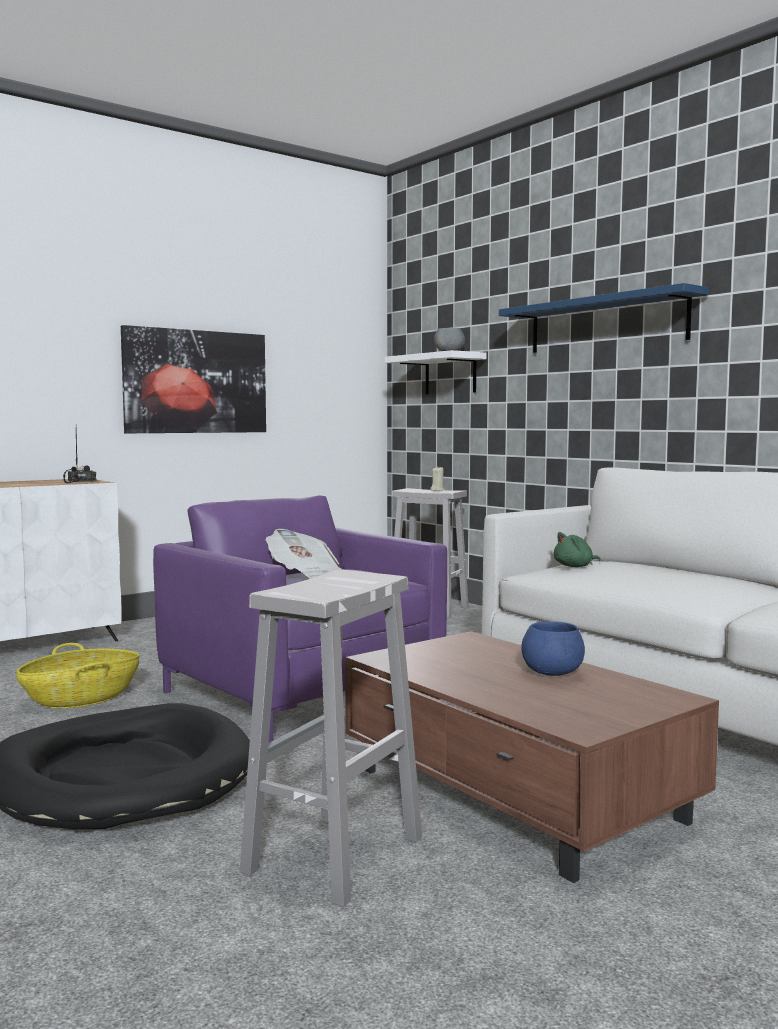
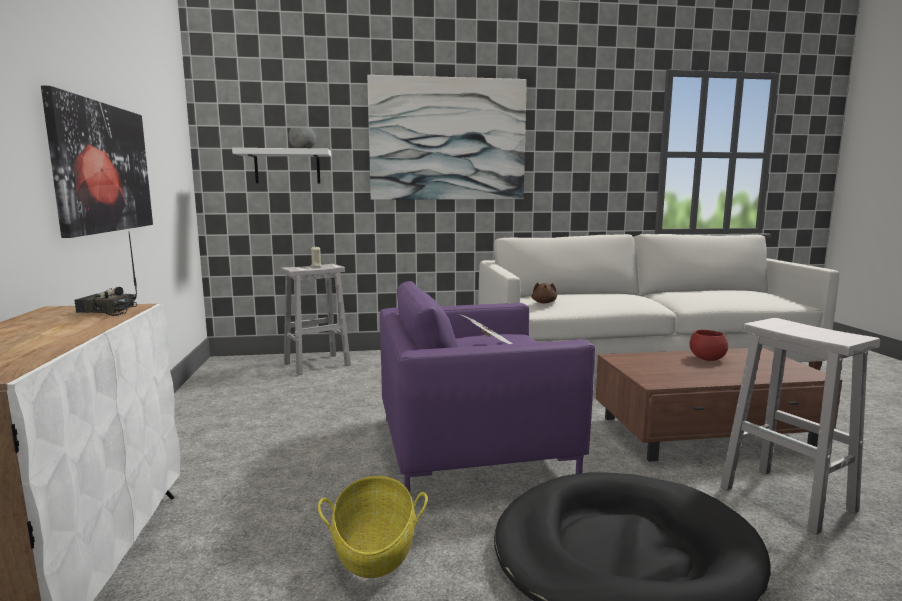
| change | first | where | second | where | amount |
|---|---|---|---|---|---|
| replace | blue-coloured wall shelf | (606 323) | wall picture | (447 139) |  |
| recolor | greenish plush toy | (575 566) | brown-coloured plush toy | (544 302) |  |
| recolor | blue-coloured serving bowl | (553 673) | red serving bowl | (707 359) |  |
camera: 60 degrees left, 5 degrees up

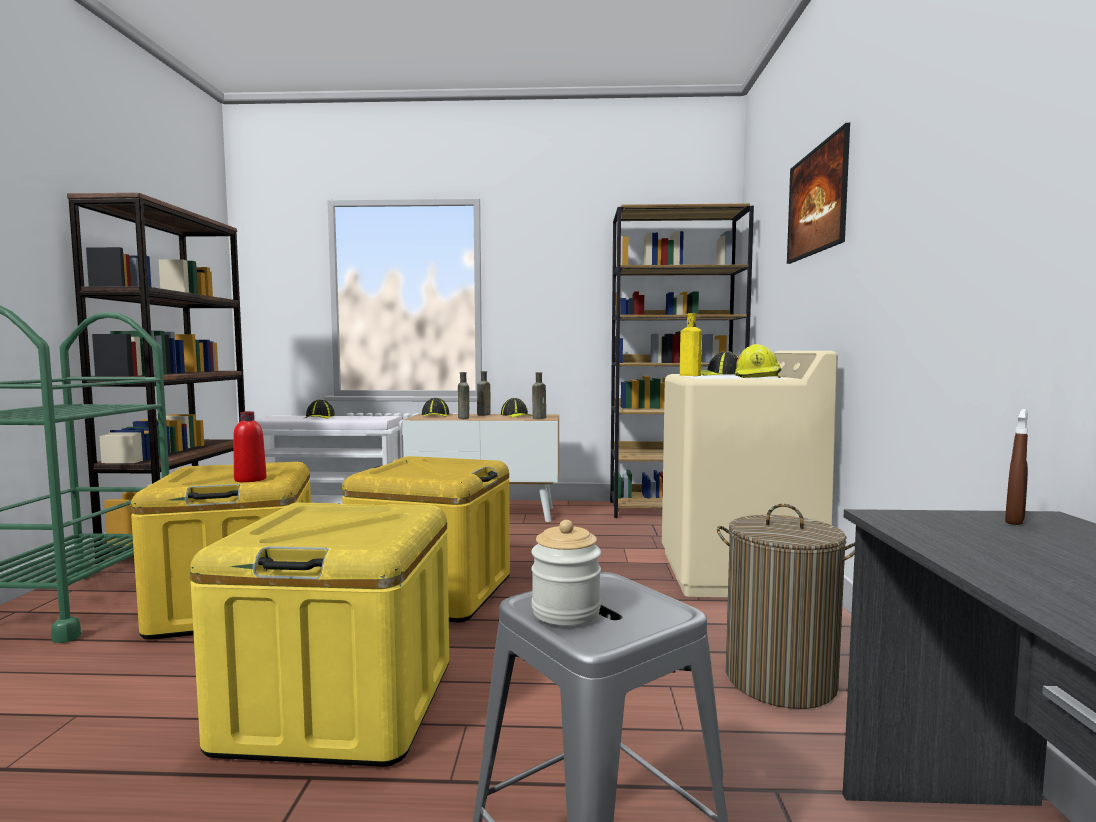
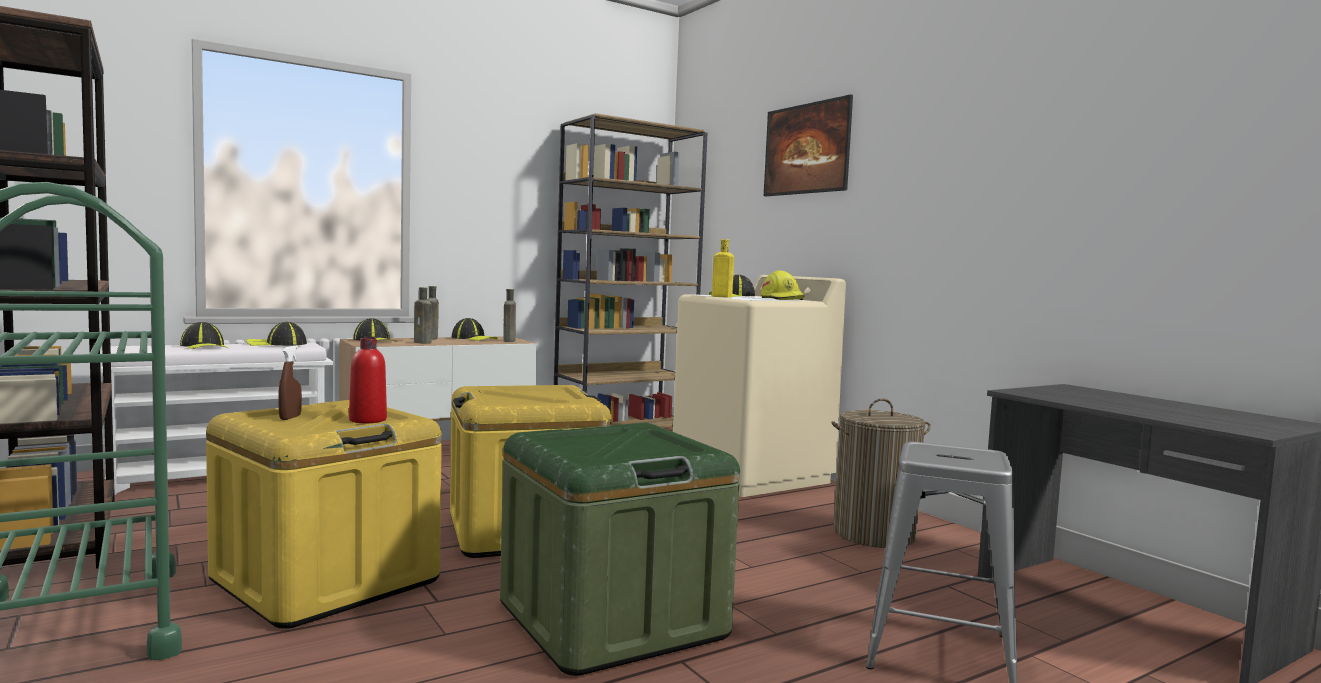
| change | first | where | second | where | amount |
|---|---|---|---|---|---|
| move | brown-coloured sprayer | (1014 521) |  | (290 417) |  |
| recolor | yellow storage bin | (340 704) | greenish storage bin | (612 619) |  |
| delete | jar | (566 611) |  |  |  |
| insert |  |  | baseball cap | (277 344) |  |
camera: 35 degrees left, 0 degrees up

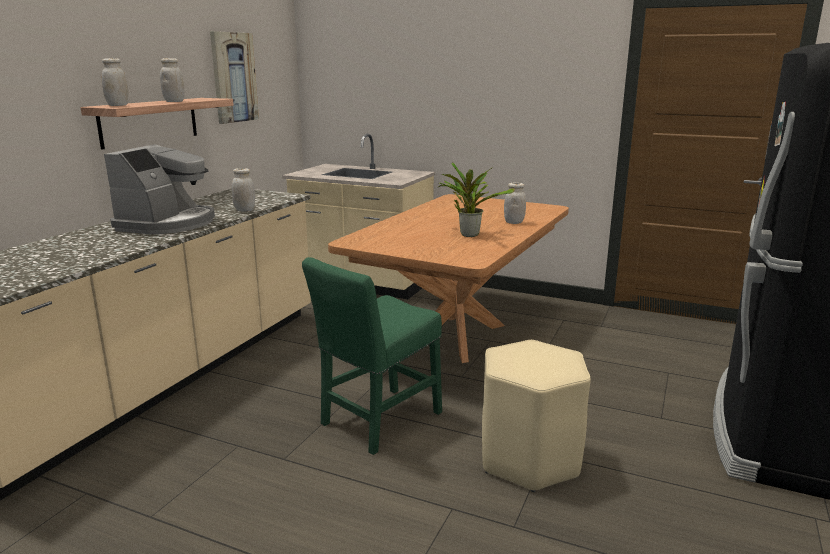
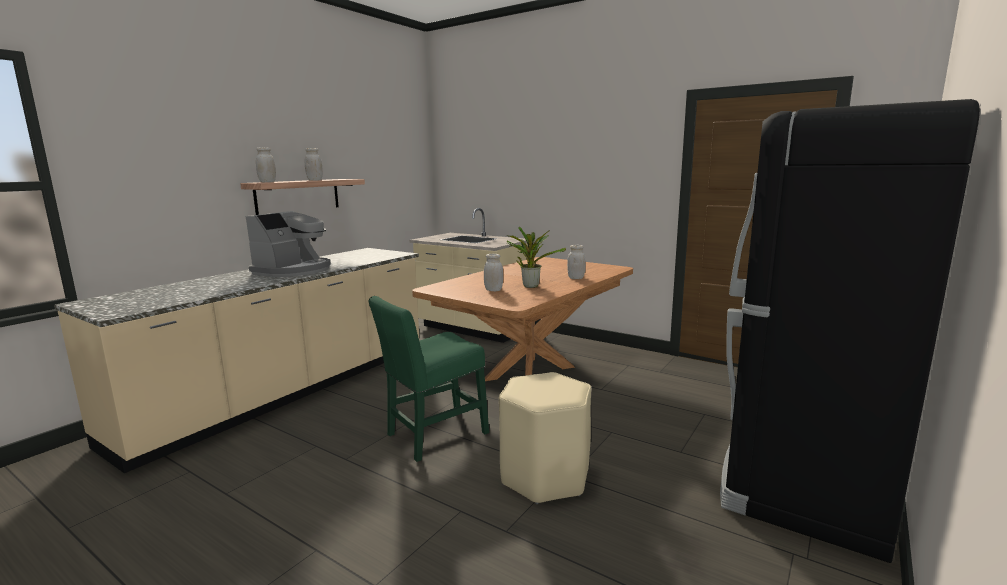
| change | first | where | second | where | amount |
|---|---|---|---|---|---|
| delete | wall picture | (233 77) |  |  |  |
| move | whitish jar | (244 210) |  | (493 290) |  |
camera: 10 degrees right, 5 degrees down

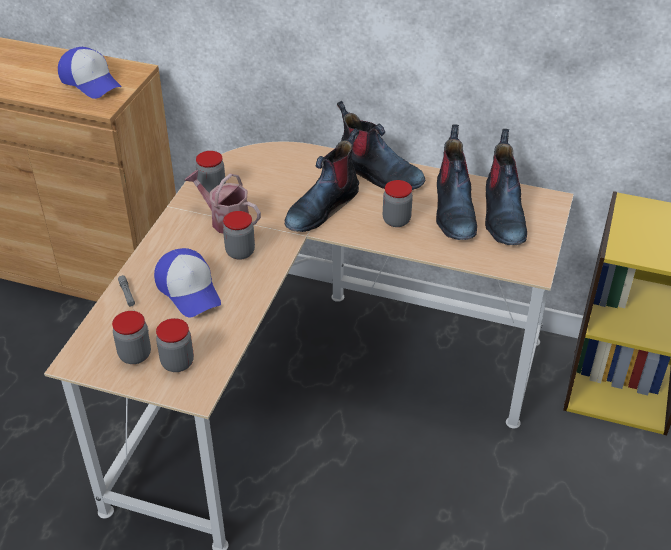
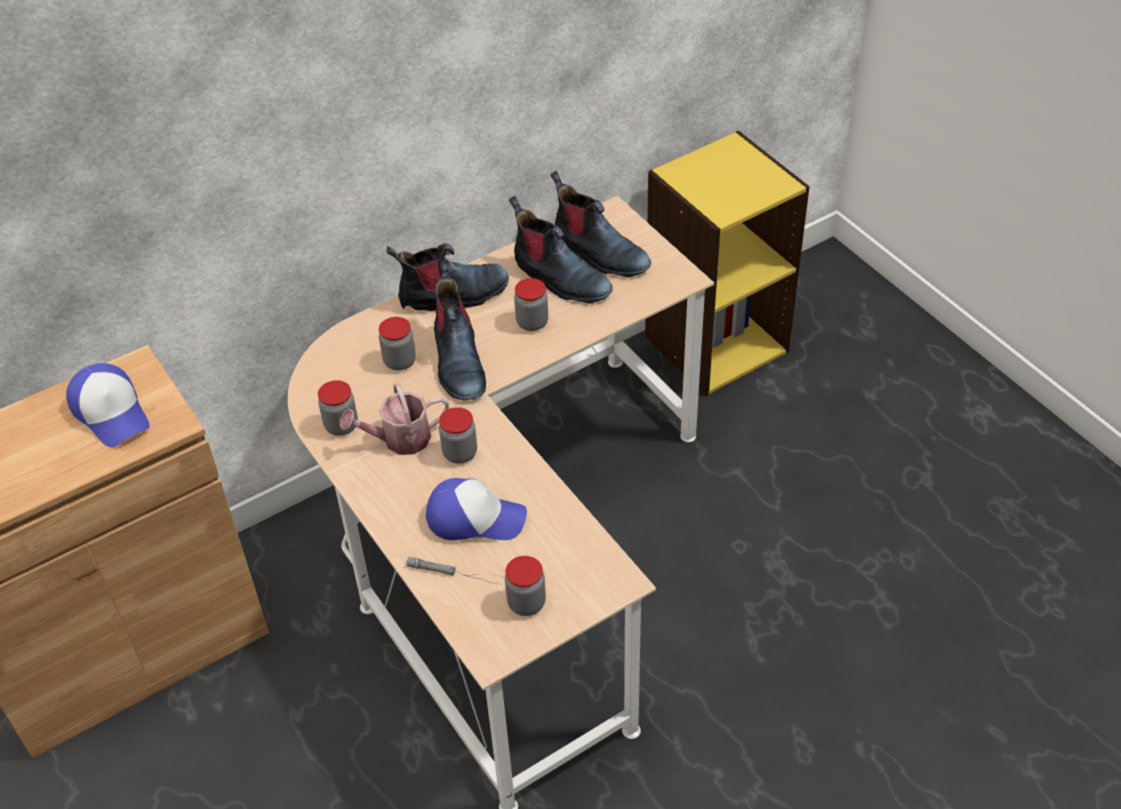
| change | first | where | second | where | amount |
|---|---|---|---|---|---|
| rotate | baseball cap | (91 81) |  | (112 412) | 60 degrees clockwise |
| move | jar | (177 363) |  | (400 361) |  |
camera: 50 degrees left, 5 degrees up

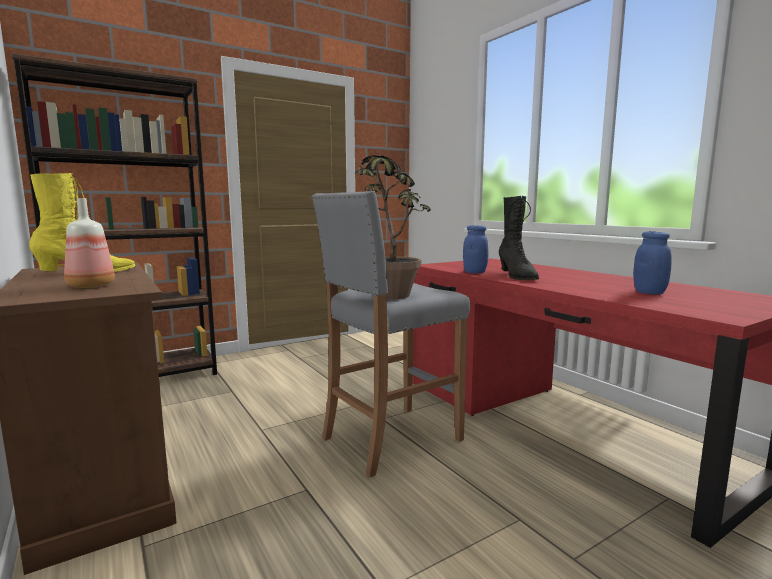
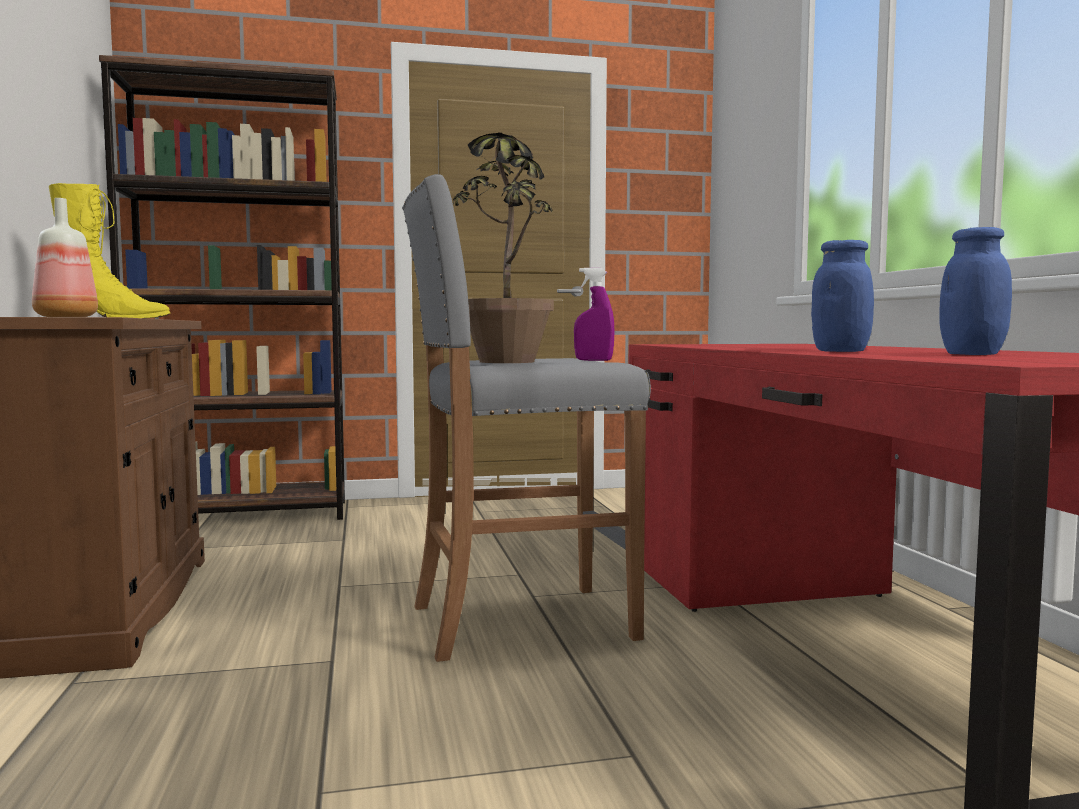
| change | first | where | second | where | amount |
|---|---|---|---|---|---|
| delete | black-coloured tall boot | (517 276) |  |  |  |
| move | blue-coloured jar | (474 272) |  | (840 351) |  |
| insert |  |  | purple sprayer | (593 360) |  |
camera: 20 degrees right, 5 degrees down

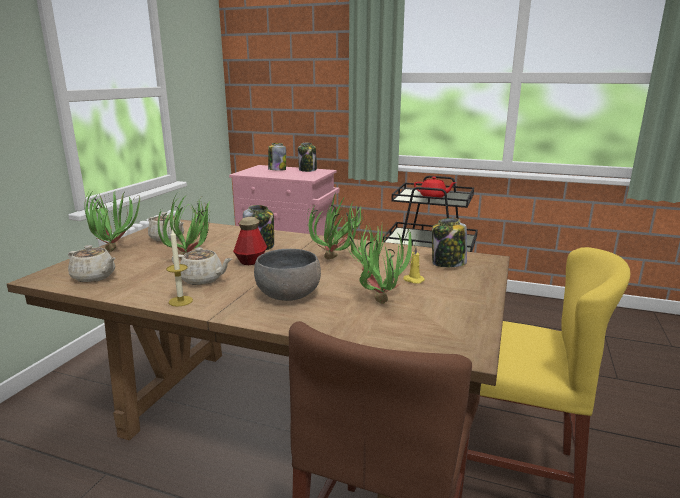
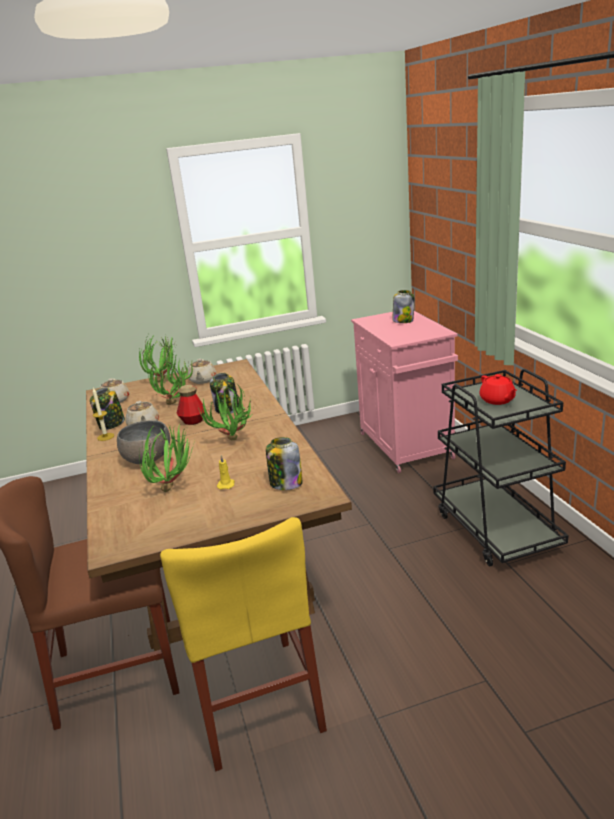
| change | first | where | second | where | amount |
|---|---|---|---|---|---|
| move | jar | (307 170) |  | (111 424) |  |
camera: 55 degrees right, 5 degrees up

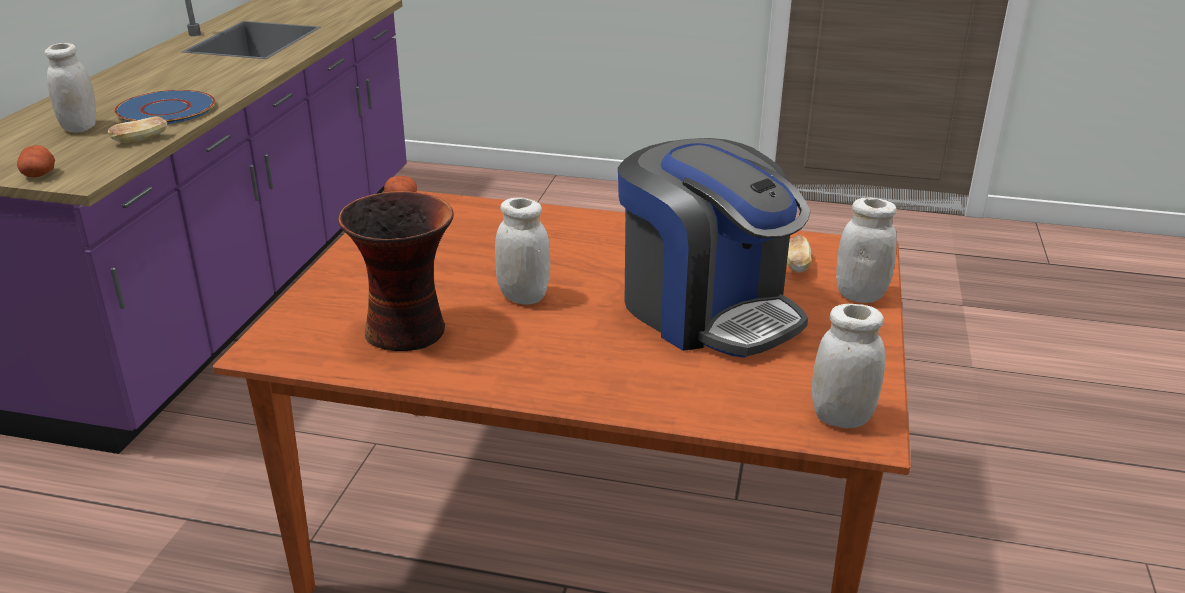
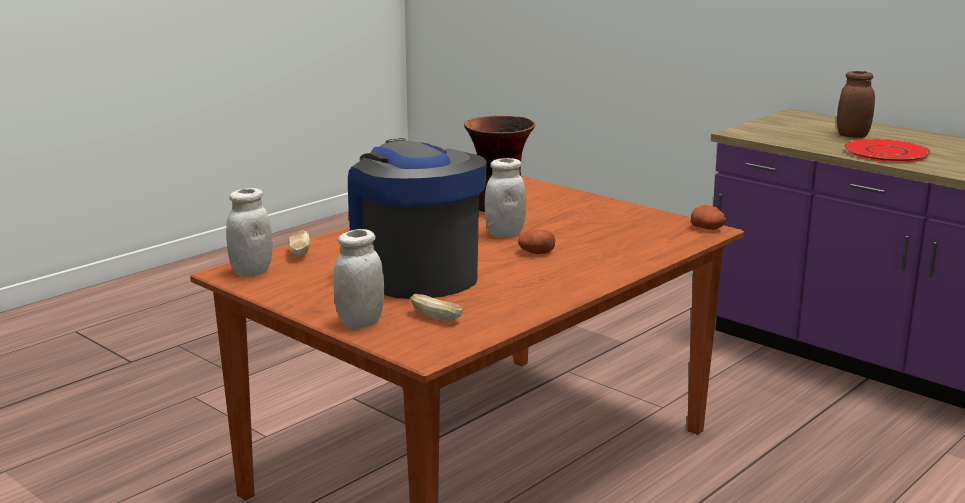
| change | first | where | second | where | amount |
|---|---|---|---|---|---|
| recolor | whitish jar | (80 128) | brown-coloured jar | (852 136) |  |
| recolor | blue-coloured plate | (166 110) | red plate | (885 152) |  |
| move | bread | (140 140) |  | (299 253) |  |
| rotate | coffee machine | (707 310) |  | (415 273) | 75 degrees clockwise |
| move | potato | (39 174) |  | (535 252) |  |
camera: 120 degrees right, 10 degrees down

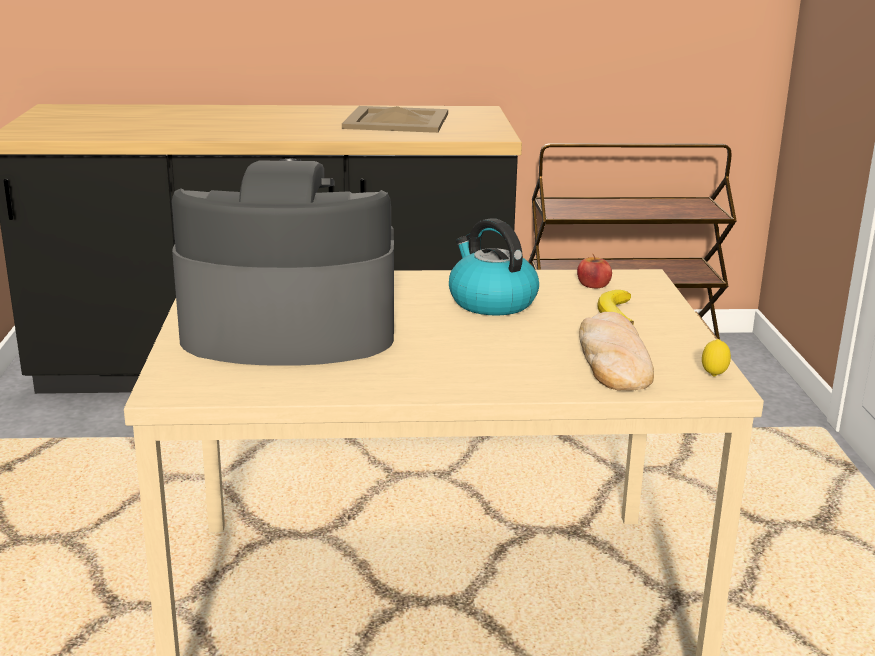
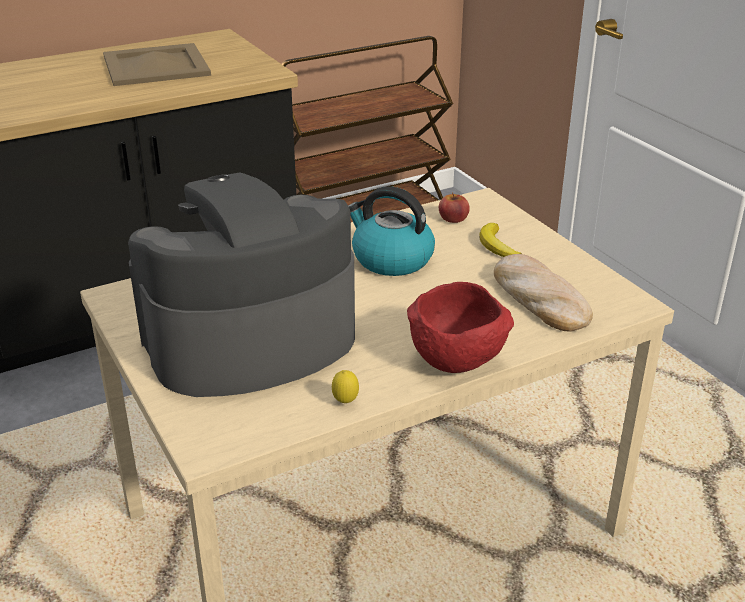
| change | first | where | second | where | amount |
|---|---|---|---|---|---|
| move | lemon | (713 376) |  | (345 402) |  |
| insert |  |  | red serving bowl | (458 361) |  |
camera: 25 degrees left, 10 degrees up

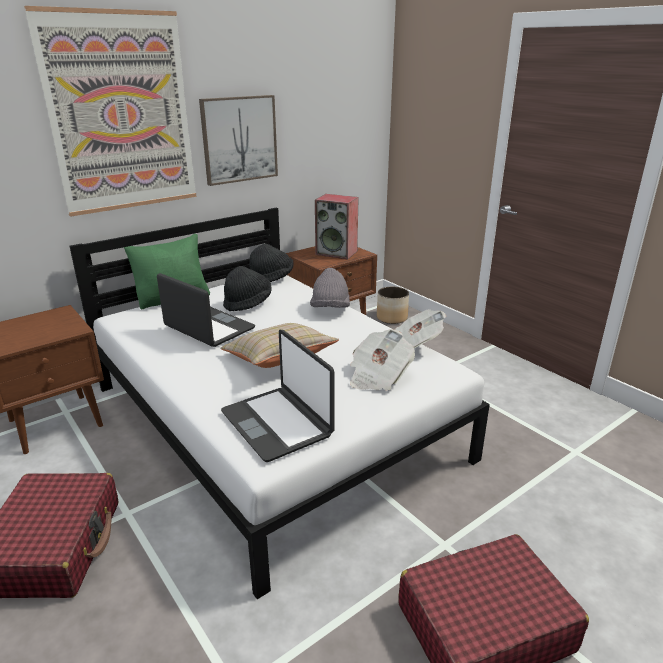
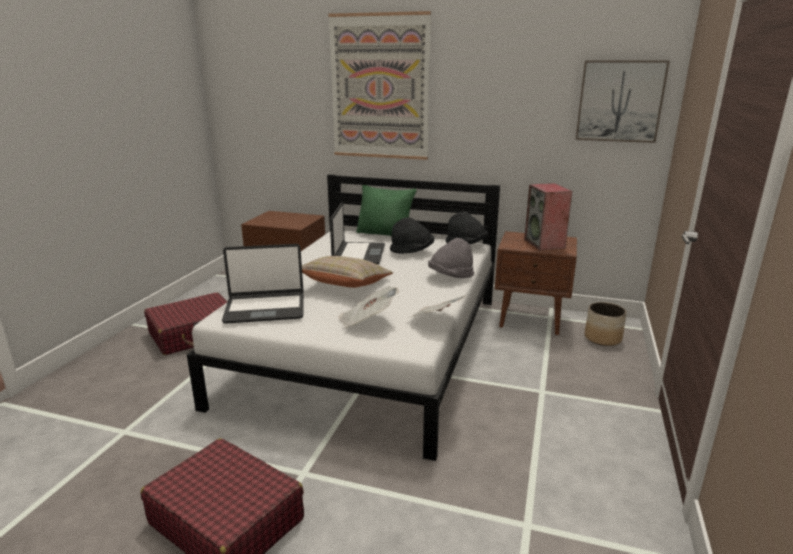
| change | first | where | second | where | amount |
|---|---|---|---|---|---|
| move | wall picture | (239 139) |  | (620 101) |  |
| rotate | laptop | (277 423) |  | (265 309) | 120 degrees counterclockwise |
camera: 55 degrees right, 5 degrees down

